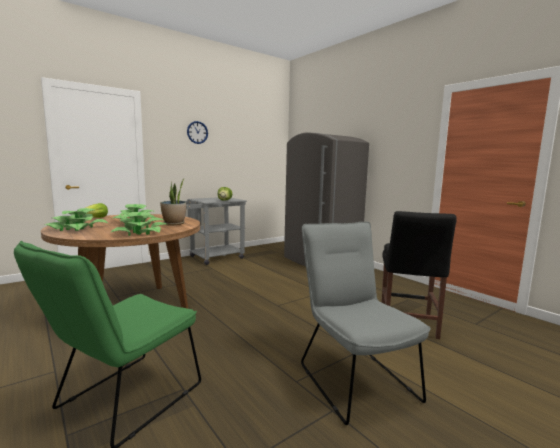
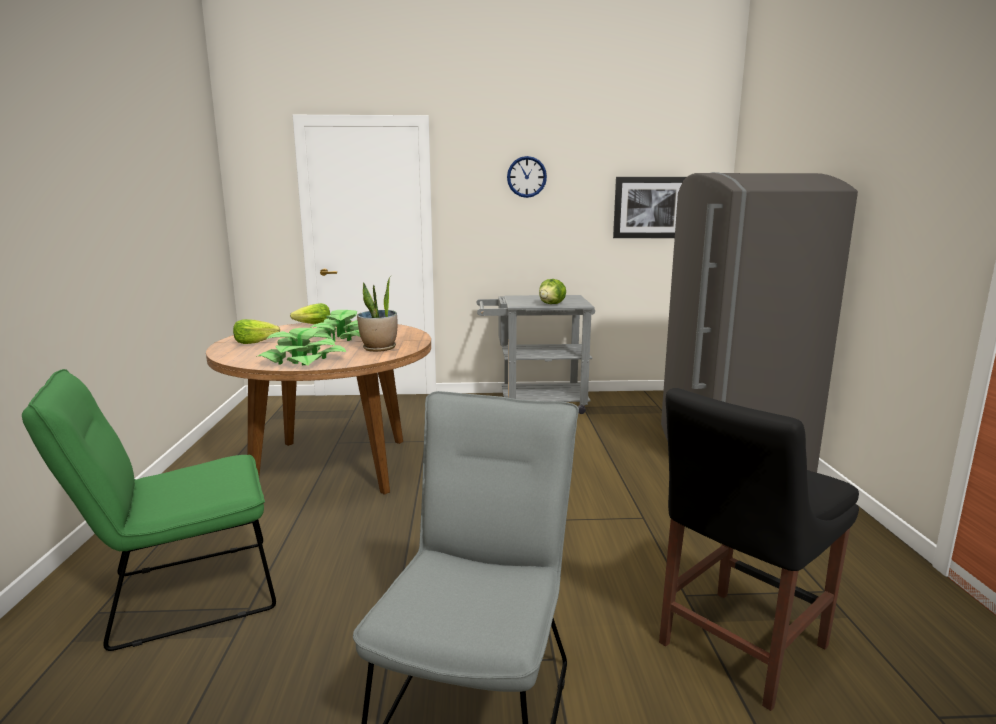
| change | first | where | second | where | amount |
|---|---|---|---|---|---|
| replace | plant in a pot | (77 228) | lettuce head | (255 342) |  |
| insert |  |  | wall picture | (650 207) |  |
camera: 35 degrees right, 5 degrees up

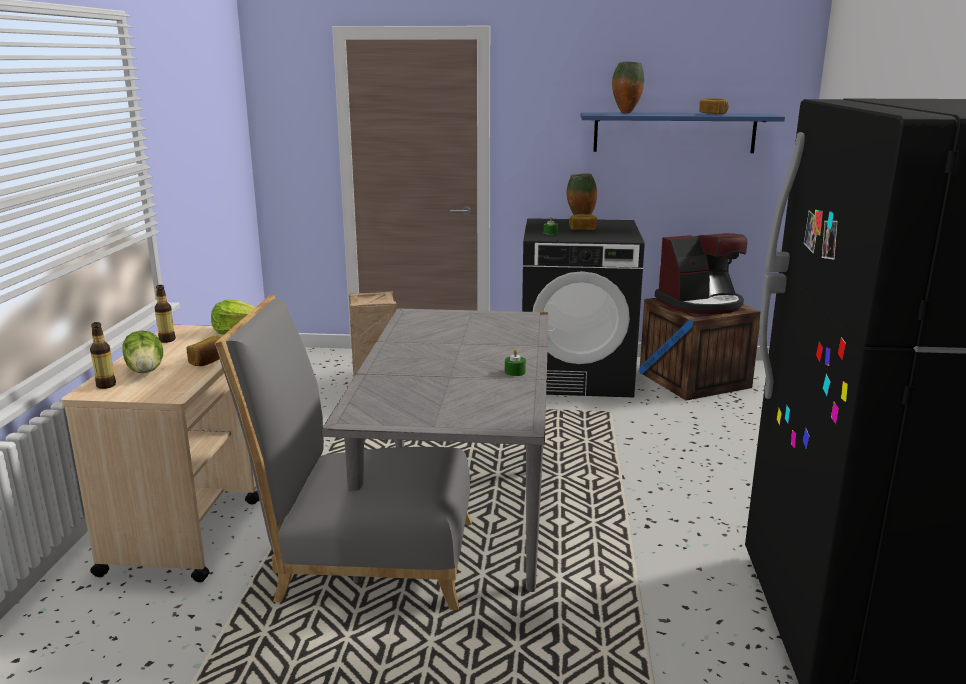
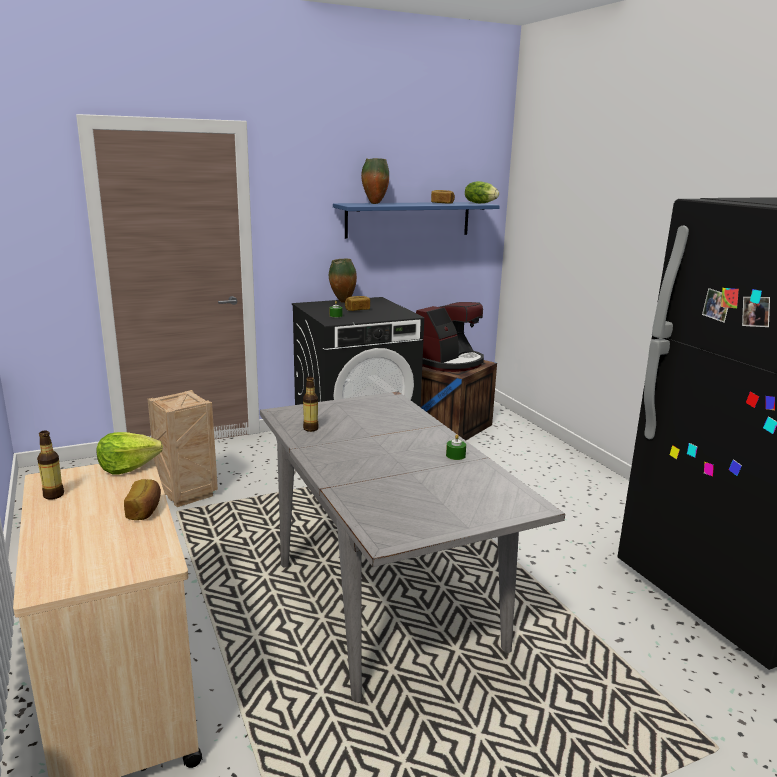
| change | first | where | second | where | amount |
|---|---|---|---|---|---|
| delete | gray plain chair | (365 559) |  |  |  |
| move | beverage bottle | (106 385) |  | (310 429) |  |
| move | lettuce head | (146 370) |  | (480 203) |  |
camera: 30 degrees left, 0 degrees up

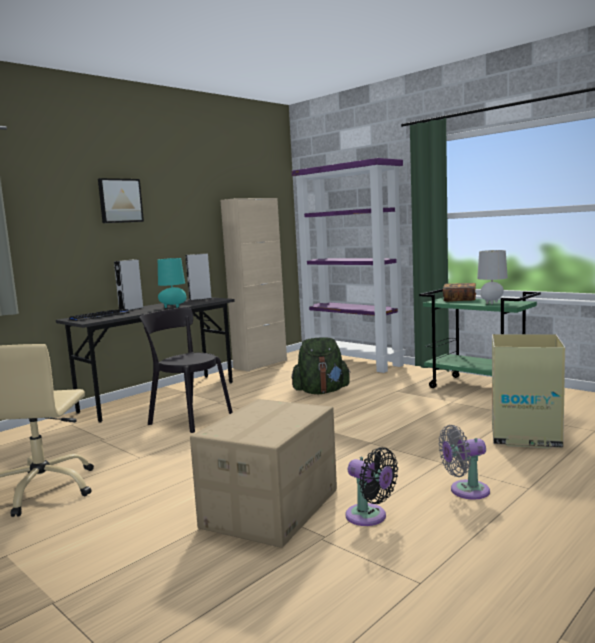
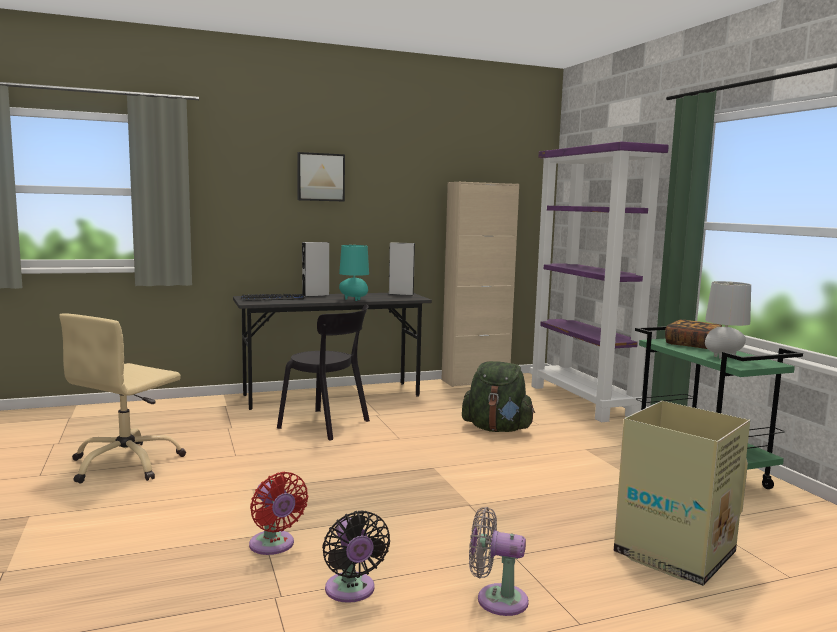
| change | first | where | second | where | amount |
|---|---|---|---|---|---|
| rotate | black-coloured plain chair | (188 418) |  | (327 425) | 150 degrees clockwise |
| replace | cardboard box | (270 508) | red electric fan | (274 546) |  |
camera: 25 degrees right, 0 degrees up

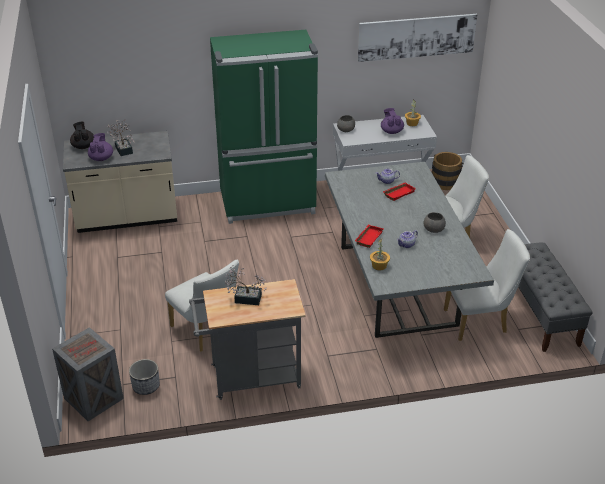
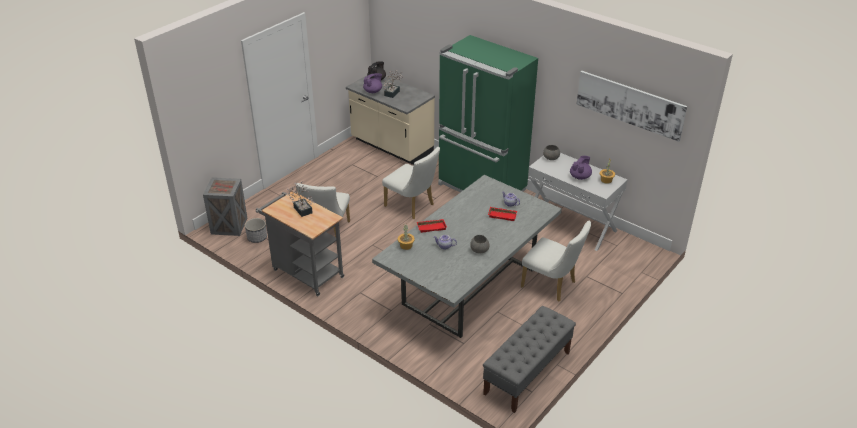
| change | first | where | second | where | amount |
|---|---|---|---|---|---|
| delete | brown-coloured bucket | (446 181) |  |  |  |
| move | whitish plain chair | (480 321) |  | (412 206) |  |
camera: 50 degrees right, 0 degrees up

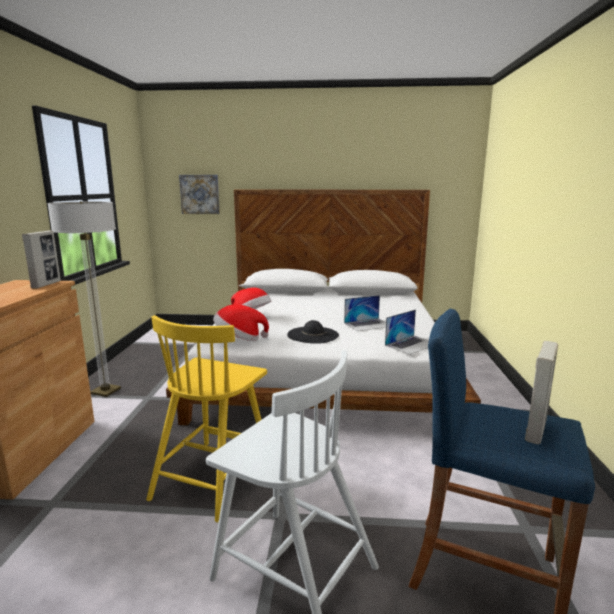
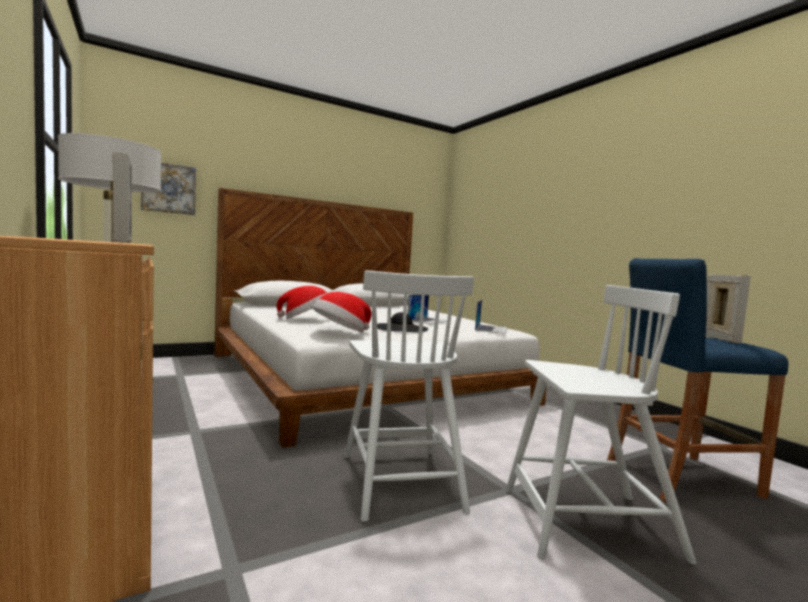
| change | first | where | second | where | amount |
|---|---|---|---|---|---|
| recolor | yellow plain chair | (213 476) | whitish plain chair | (400 480) |  |
camera: 35 degrees left, 10 degrees down

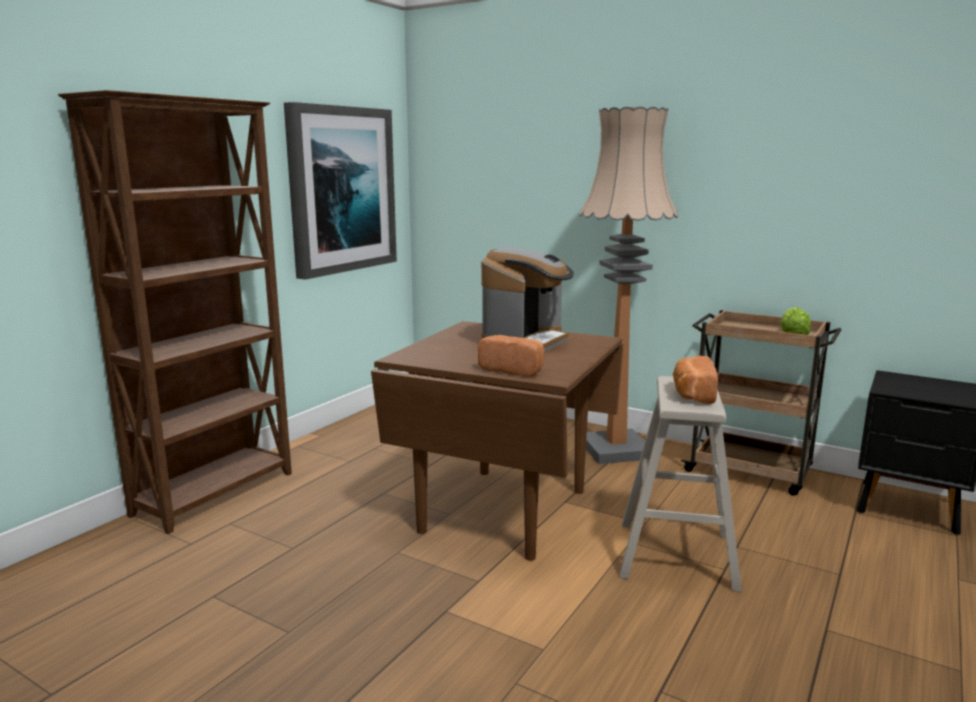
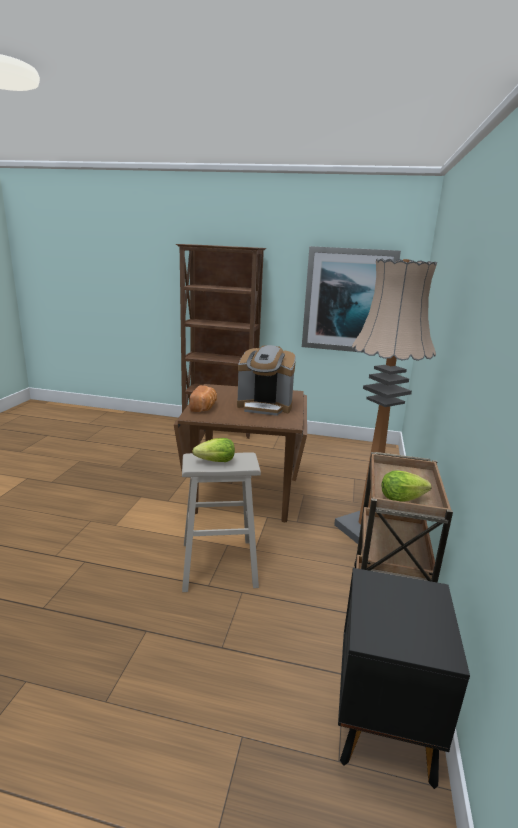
| change | first | where | second | where | amount |
|---|---|---|---|---|---|
| replace | bread | (692 394) | lettuce head | (216 461) |  |
camera: 70 degrees right, 5 degrees up

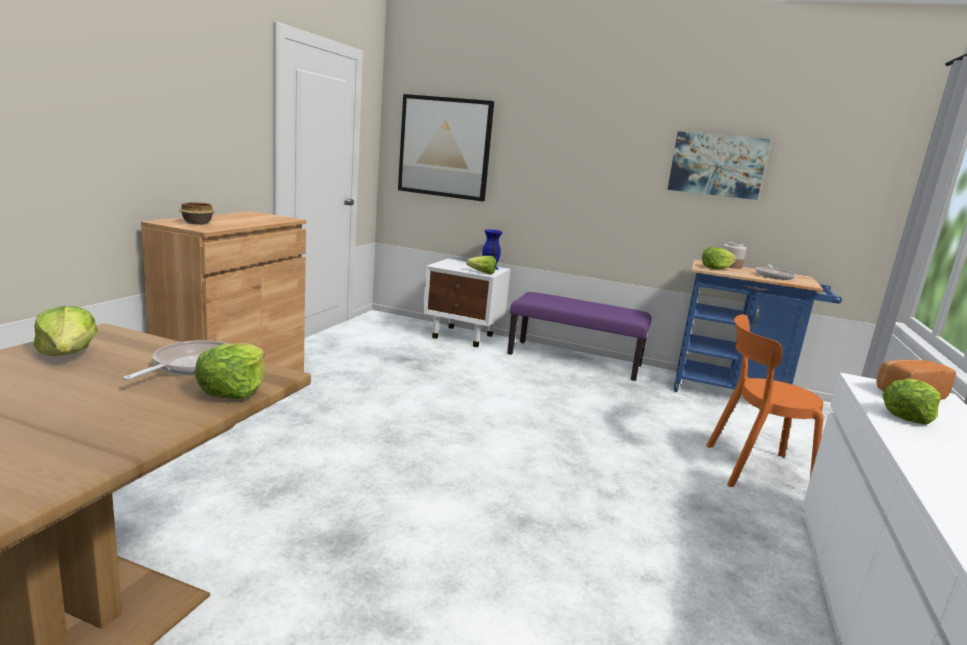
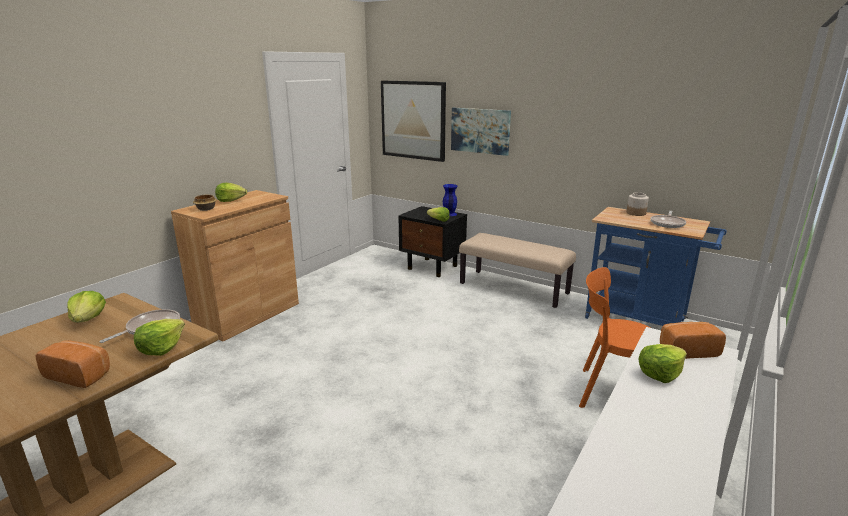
| change | first | where | second | where | amount |
|---|---|---|---|---|---|
| move | wall picture | (717 165) |  | (480 130) |  |
| move | lettuce head | (715 268) |  | (231 200) |  |
| recolor | whitish nightstand | (463 336) | black-coloured nightstand | (433 267) |  |
| recolor | purple indoor bench | (575 360) | beige-coloured indoor bench | (514 288) |  |
| insert |  |  | bread | (80 374) |  |
camera: 15 degrees right, 5 degrees up

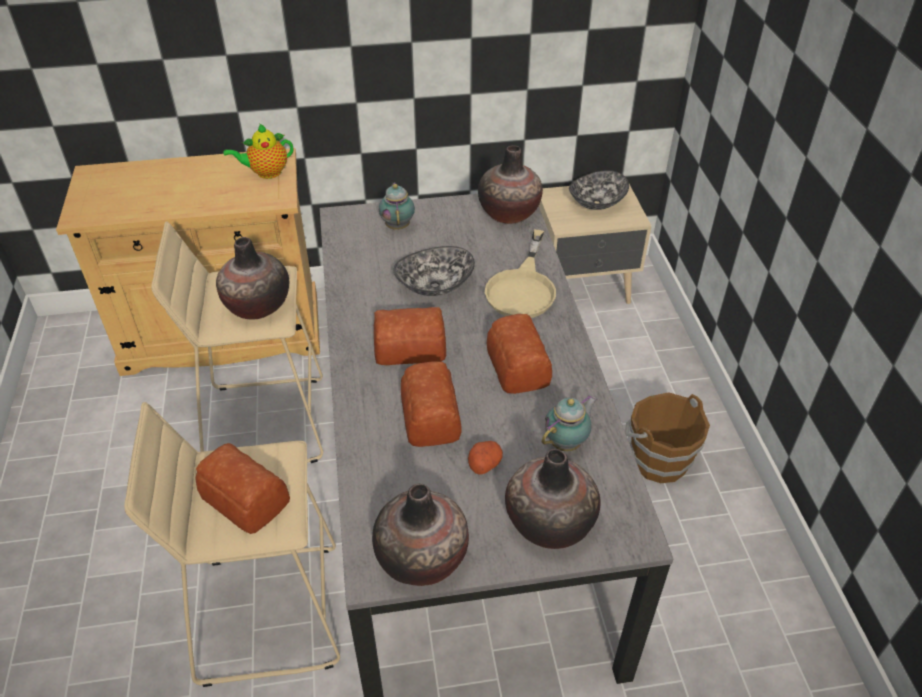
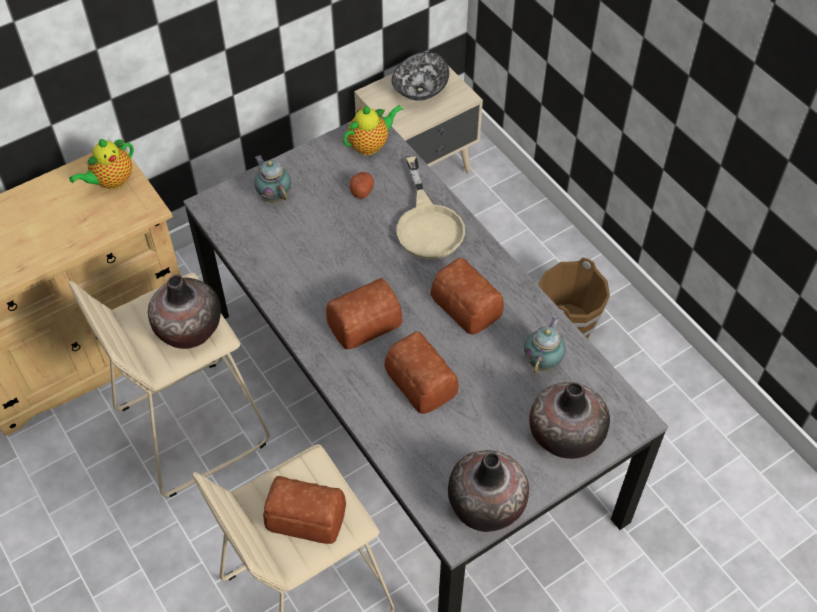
| change | first | where | second | where | amount |
|---|---|---|---|---|---|
| replace | decorative vase | (509 213) | teapot | (370 145) |  |
| delete | serving bowl | (435 286) |  |  |  |
| move | potato | (484 463) |  | (361 190) |  |
camera: 25 degrees left, 10 degrees up

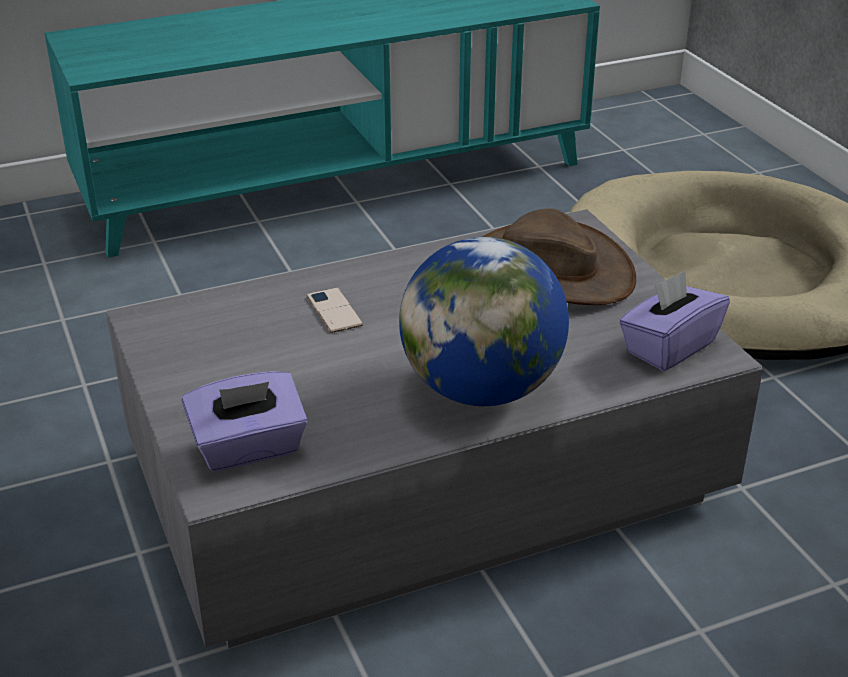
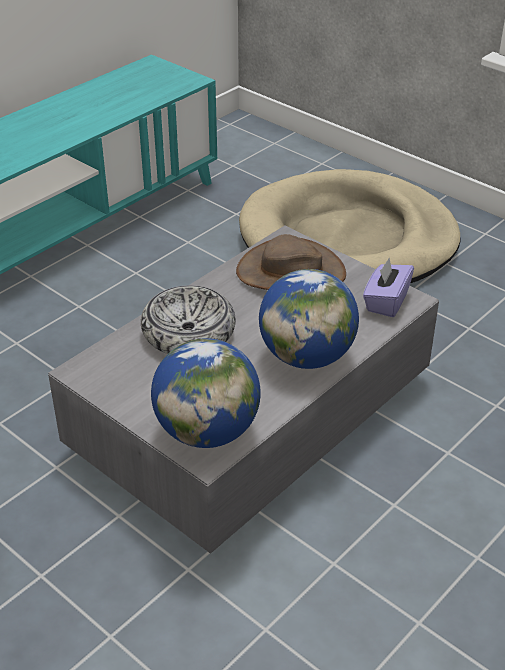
| change | first | where | second | where | amount |
|---|---|---|---|---|---|
| replace | handset | (334 311) | serving bowl | (188 332) |  |
| replace | purple box of tissues | (249 448) | desk globe | (207 431) |  |
camera: 25 degrees left, 5 degrees up

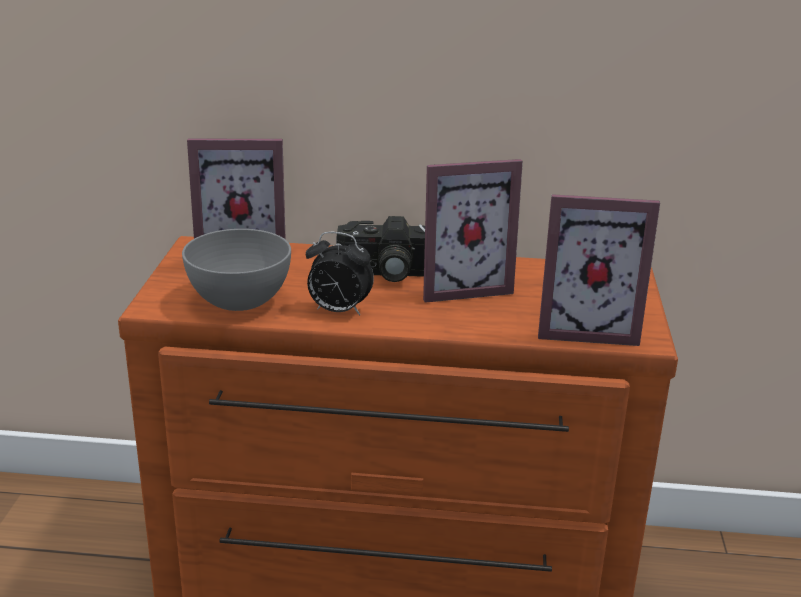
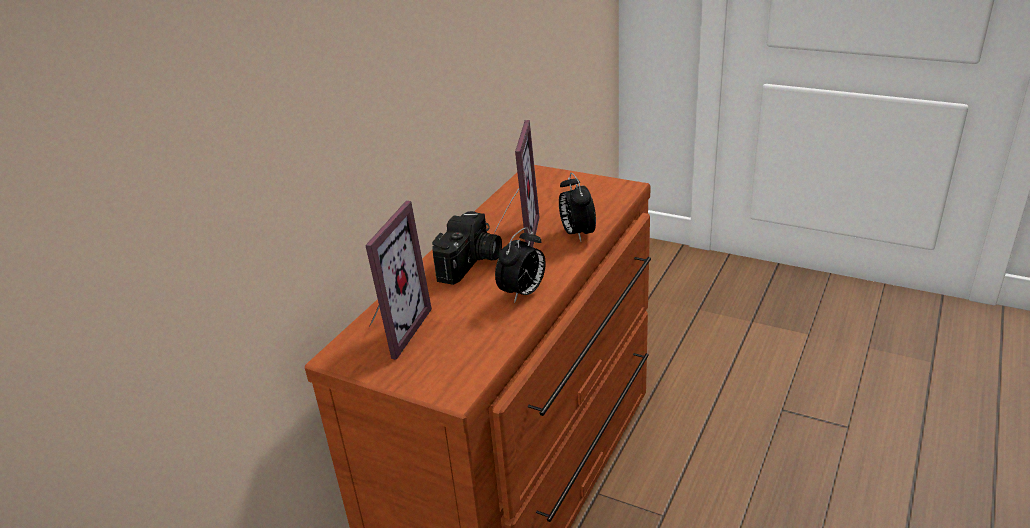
| change | first | where | second | where | amount |
|---|---|---|---|---|---|
| delete | standing frame | (586 328) |  |  |  |
| delete | gray serving bowl | (240 302) |  |  |  |
| insert |  |  | table clock | (577 233) |  |
camera: 65 degrees left, 5 degrees up

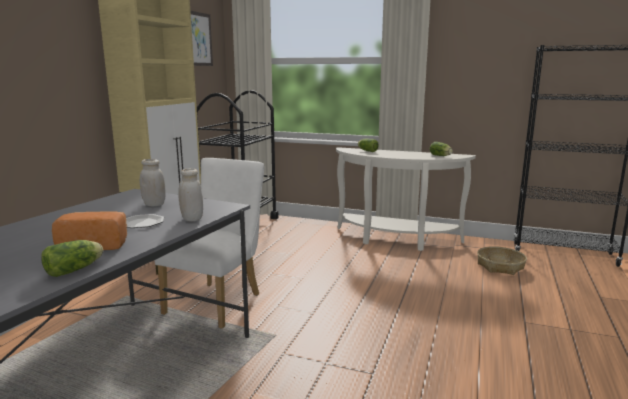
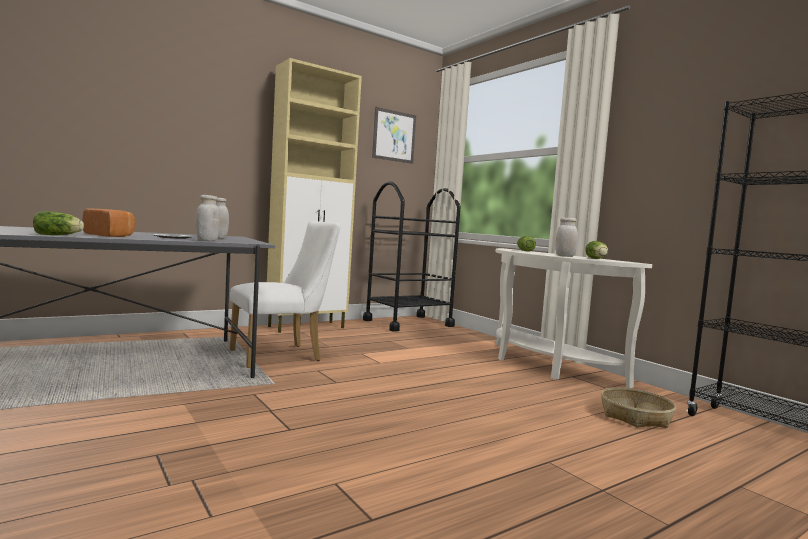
| change | first | where | second | where | amount |
|---|---|---|---|---|---|
| insert |  |  | whitish jar | (564 256) |  |
camera: 35 degrees right, 10 degrees down

